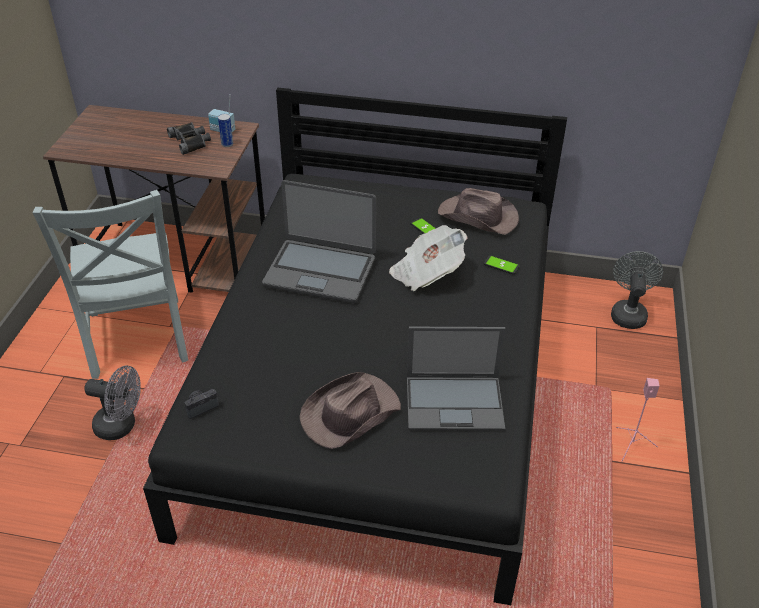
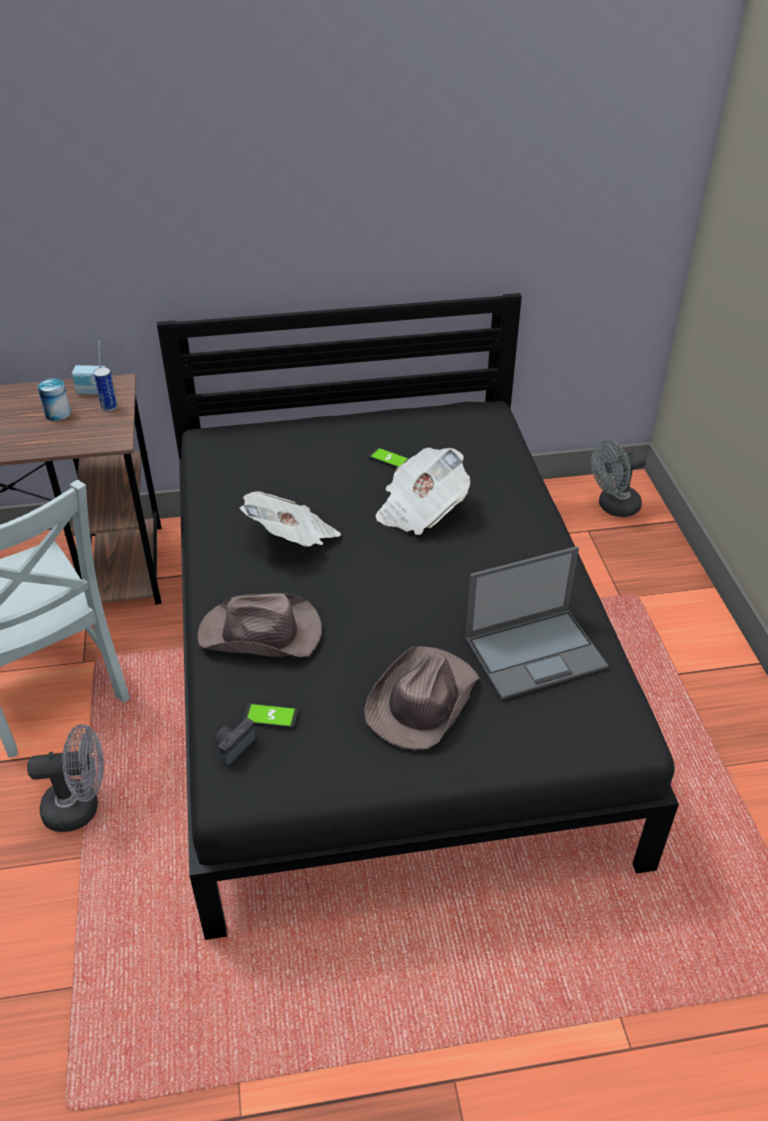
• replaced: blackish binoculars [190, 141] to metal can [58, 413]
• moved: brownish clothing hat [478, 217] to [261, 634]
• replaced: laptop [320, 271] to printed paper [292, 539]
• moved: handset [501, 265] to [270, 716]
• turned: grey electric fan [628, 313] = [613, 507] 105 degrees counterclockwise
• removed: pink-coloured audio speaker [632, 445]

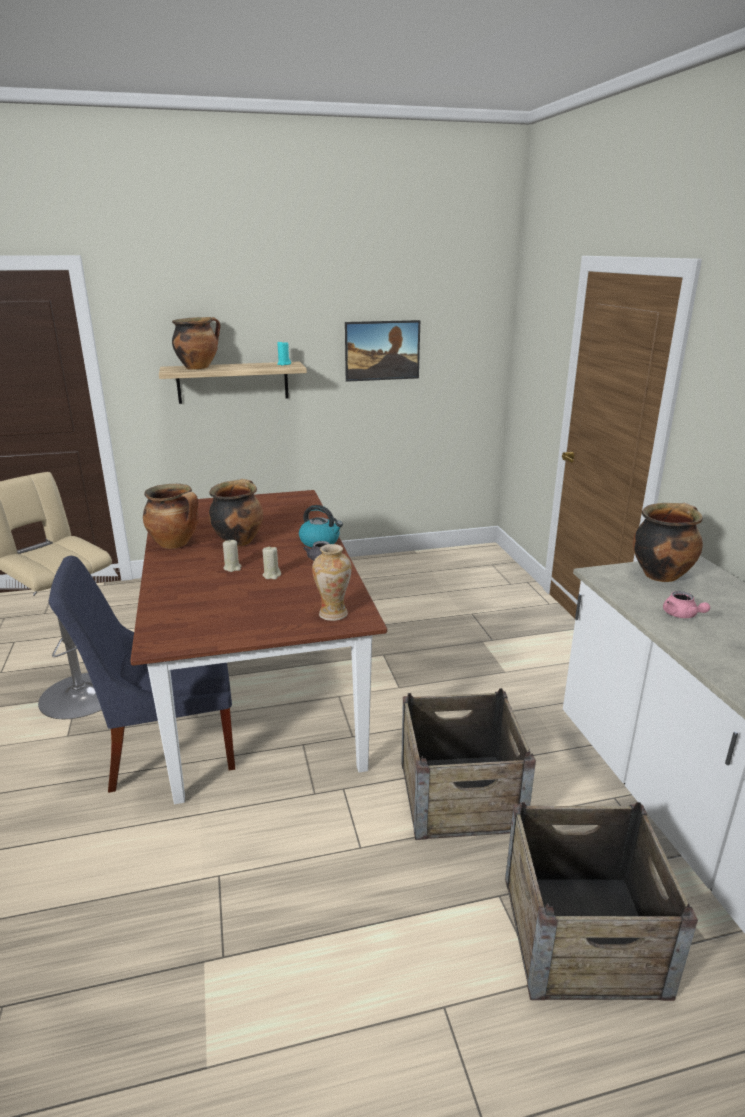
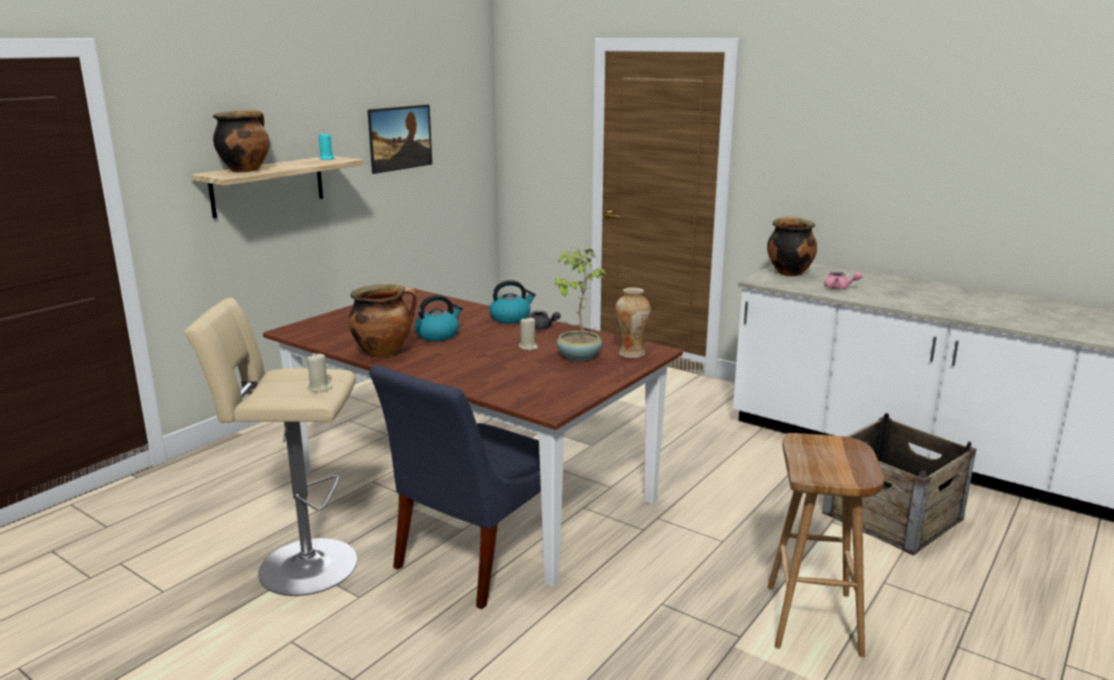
• moved: beige-coloured candle [232, 568] to [319, 388]
• replaced: cooking pot [238, 540] to water kettle [438, 335]
• added: potted plant [577, 357]
• added: brownish stool seat [814, 621]
• removed: crate [460, 794]

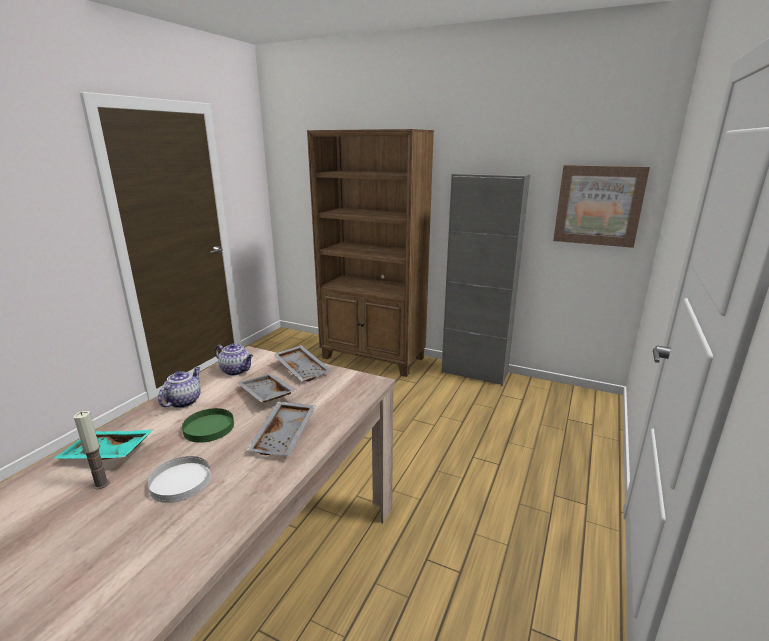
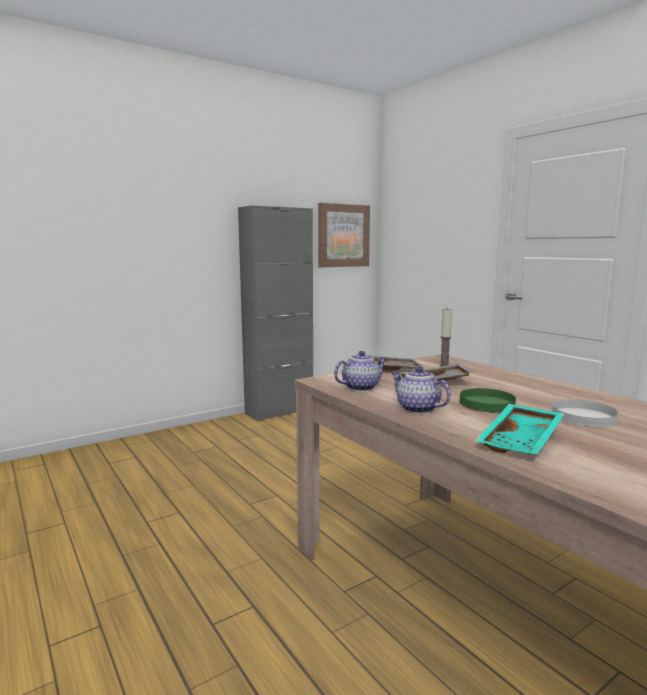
• moved: candle [101, 484] to [444, 367]
• removed: grey serving tray [285, 436]
• removed: brownish bookshelf [373, 358]

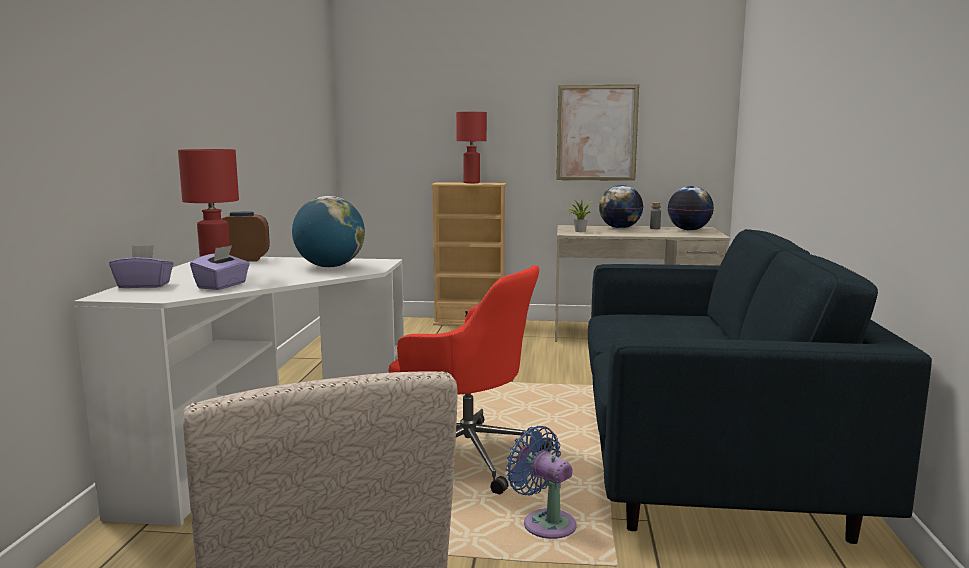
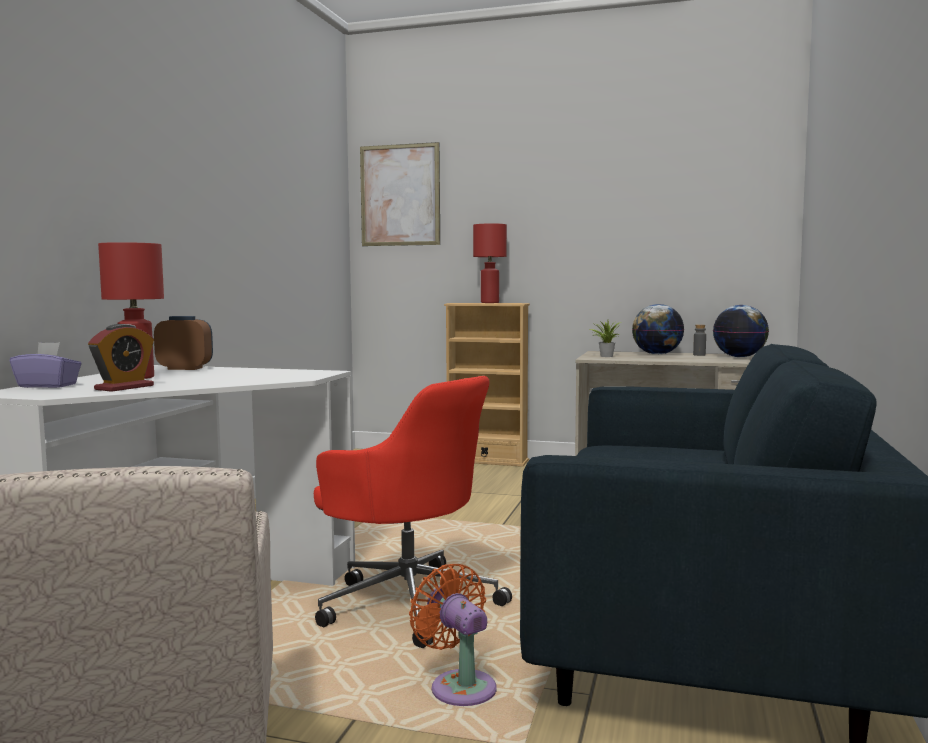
• replaced: purple-coloured box of tissues [222, 285] to table clock [124, 387]
• moved: wall art [597, 133] to [400, 195]
• recoloured: bluish electric fan [545, 523] to orangey electric fan [459, 686]
• removed: desk globe [330, 267]

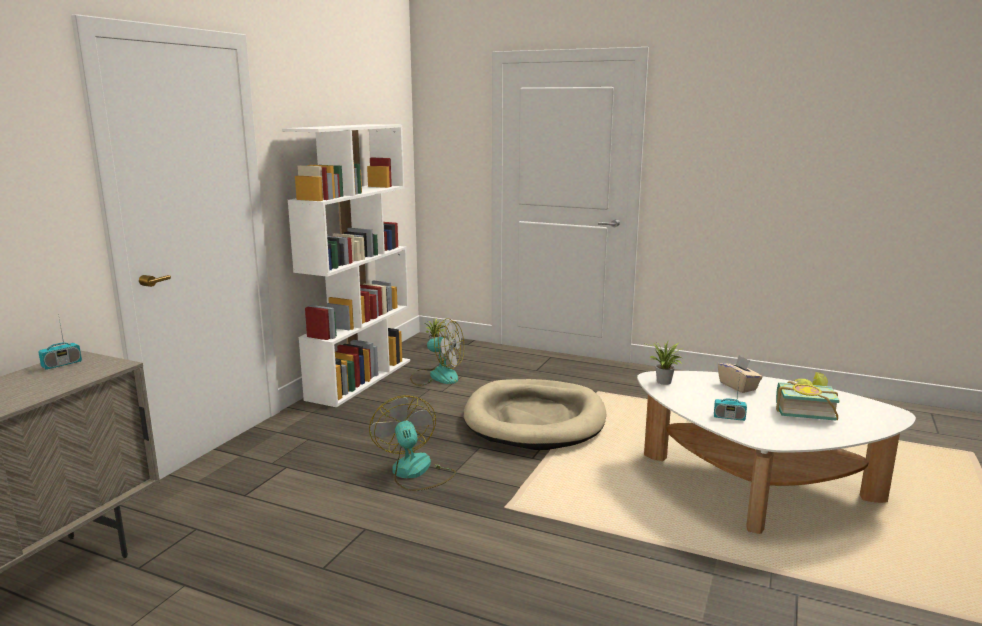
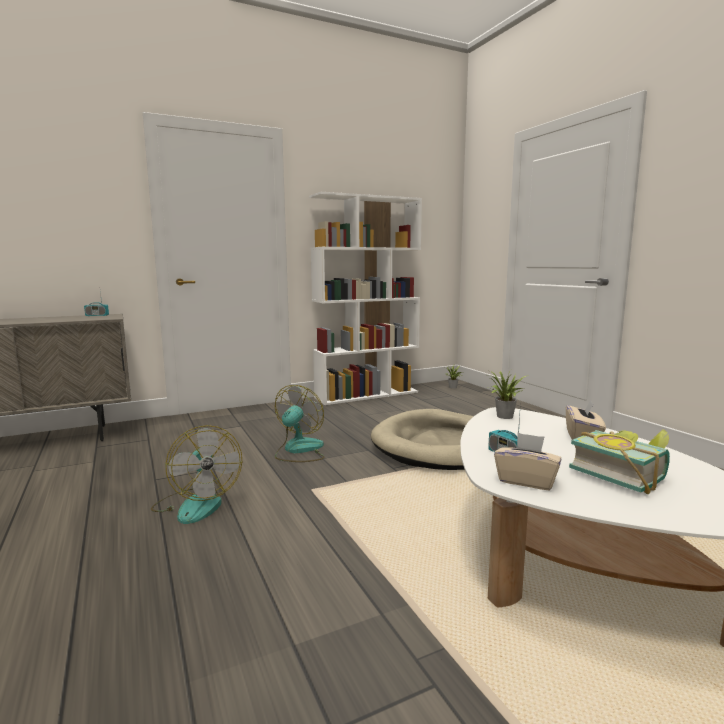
• moved: electric fan [437, 376] to [196, 504]
• added: beige-coloured box of tissues [526, 481]

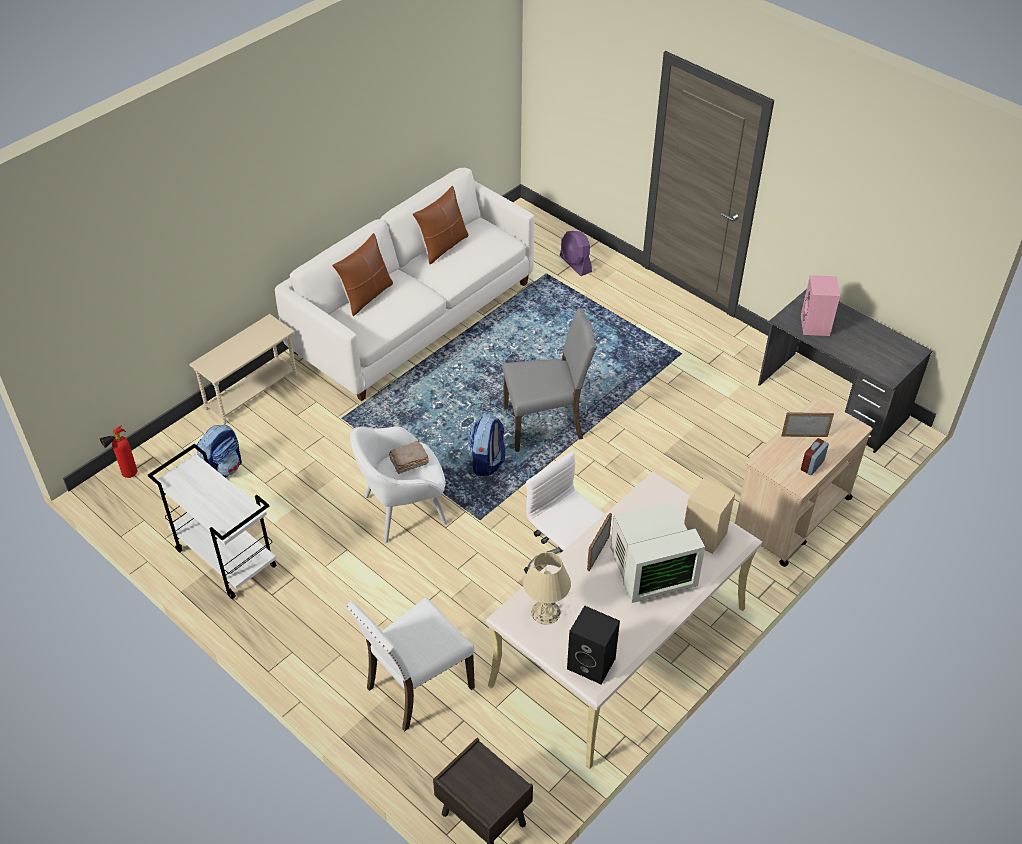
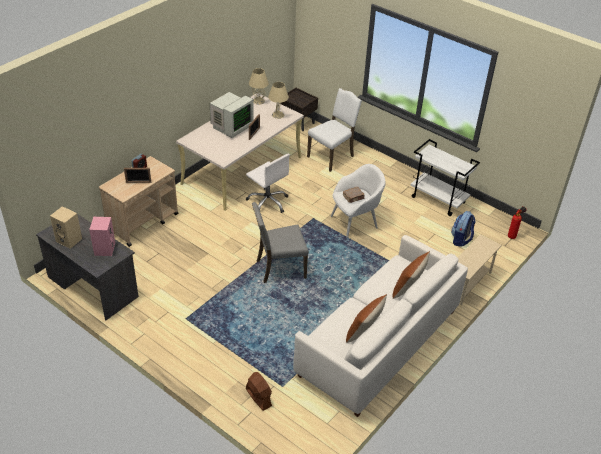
• moved: beige-coloured audio speaker [703, 536] to [69, 240]
• turned: computer display [650, 572] = [231, 127] 150 degrees clockwise
• recoloured: purple-coloured electric fan [575, 264] to brownish electric fan [258, 397]
• replaced: blackish audio speaker [592, 663] to beige-coloured lamp for a table [258, 101]
• removed: rucksack [487, 462]

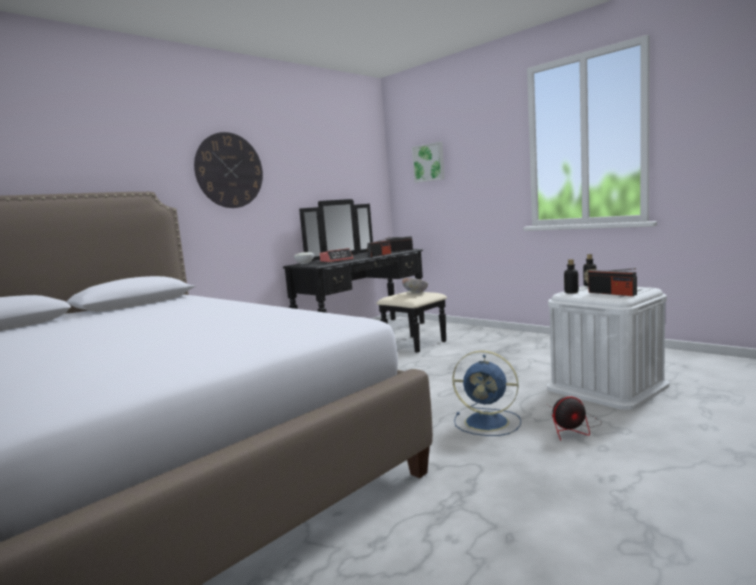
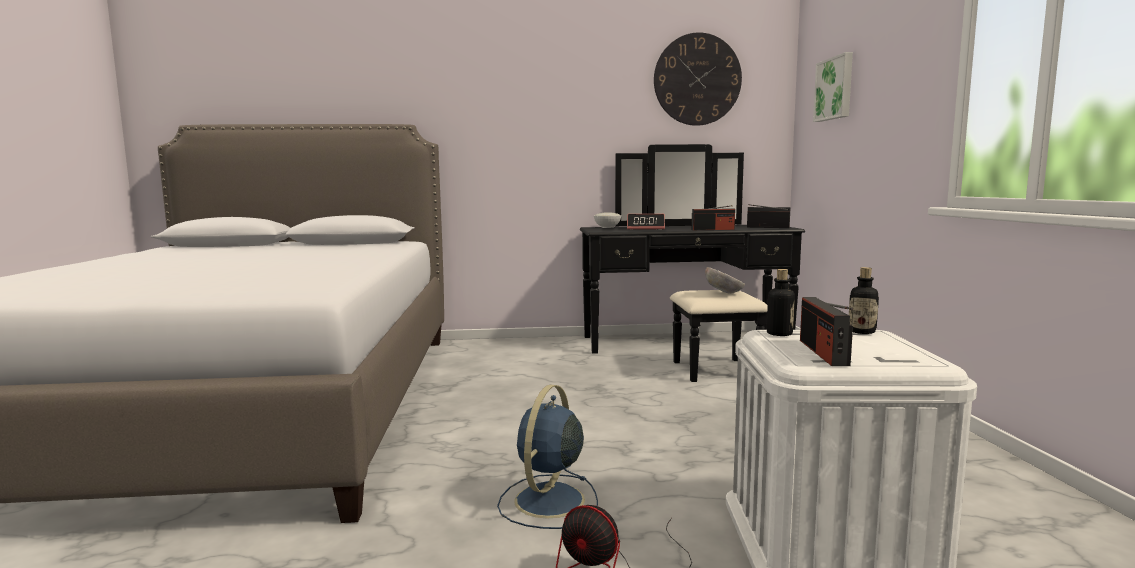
• turned: bluish electric fan [488, 422] = [548, 502] 45 degrees clockwise
• moved: wall clock [229, 170] to [697, 79]

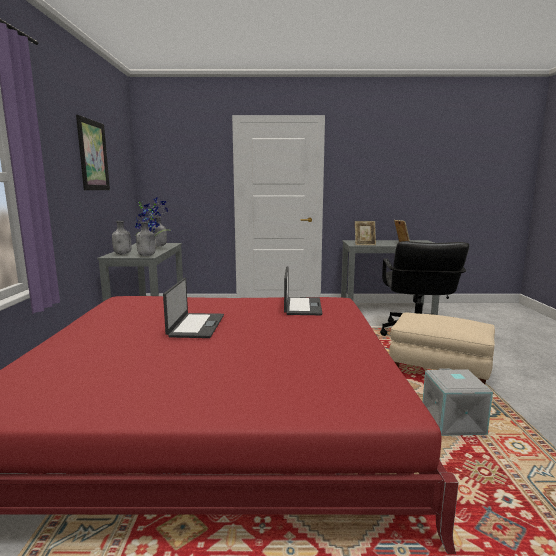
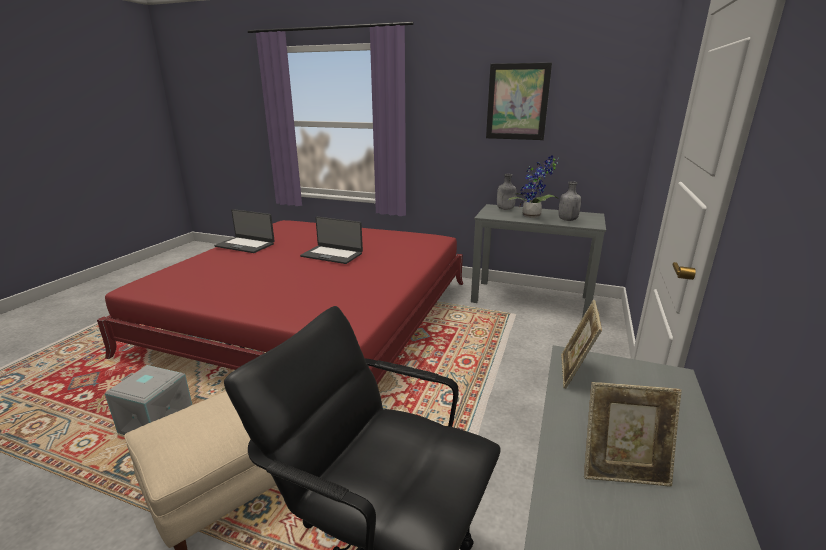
• moved: laptop [301, 306] to [245, 245]
• removed: grey bottle [147, 255]

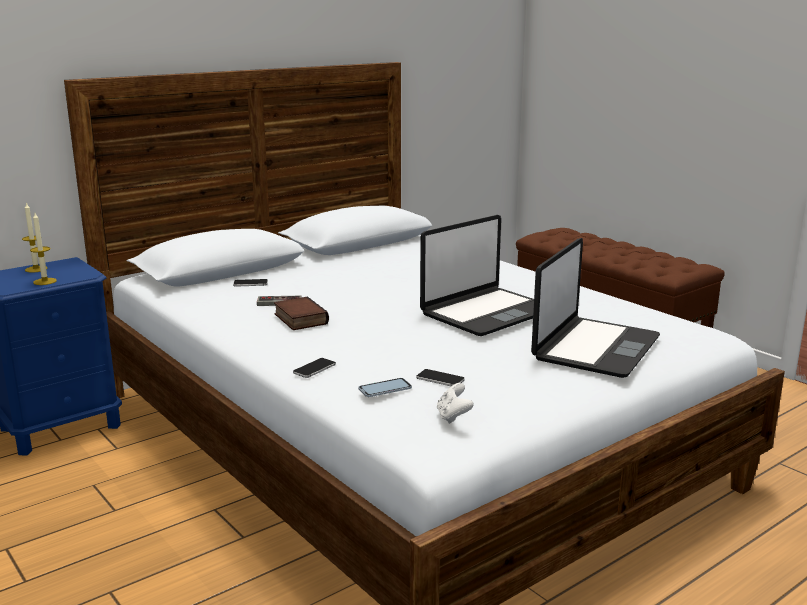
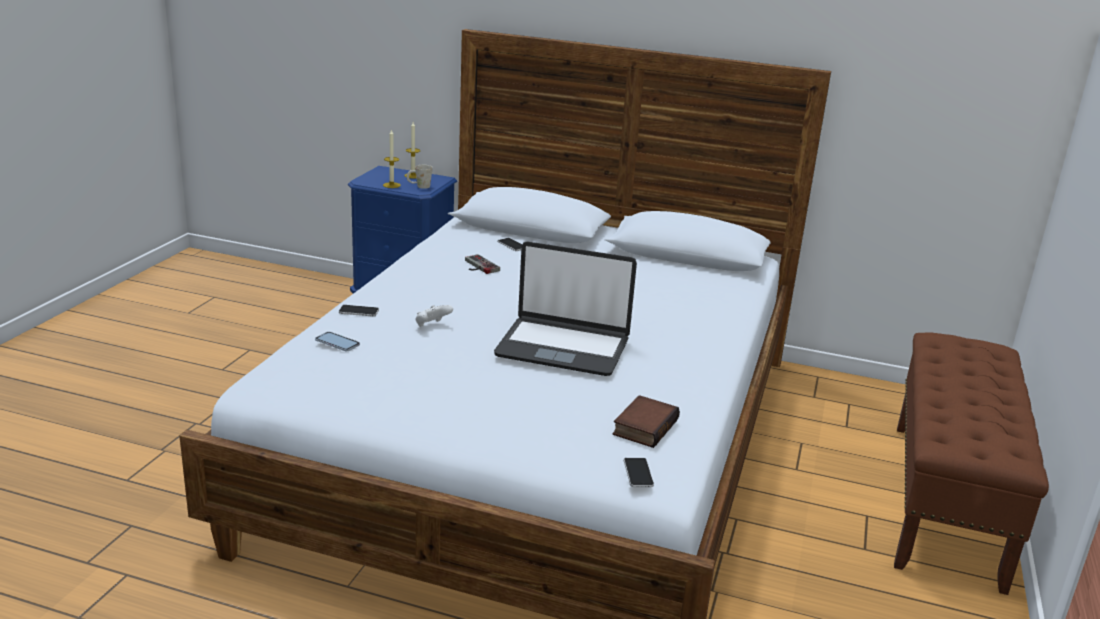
• added: white-coloured mug [419, 186]
• moved: white-coloured game controller [453, 417] to [432, 326]
• moved: volume [299, 319] to [644, 426]
• moved: handset [440, 379] to [638, 473]
• removed: laptop [594, 348]

